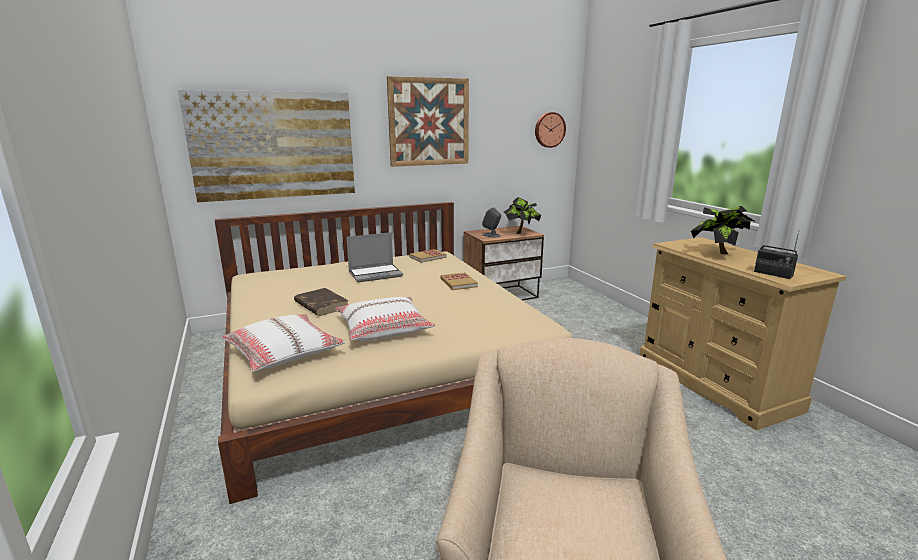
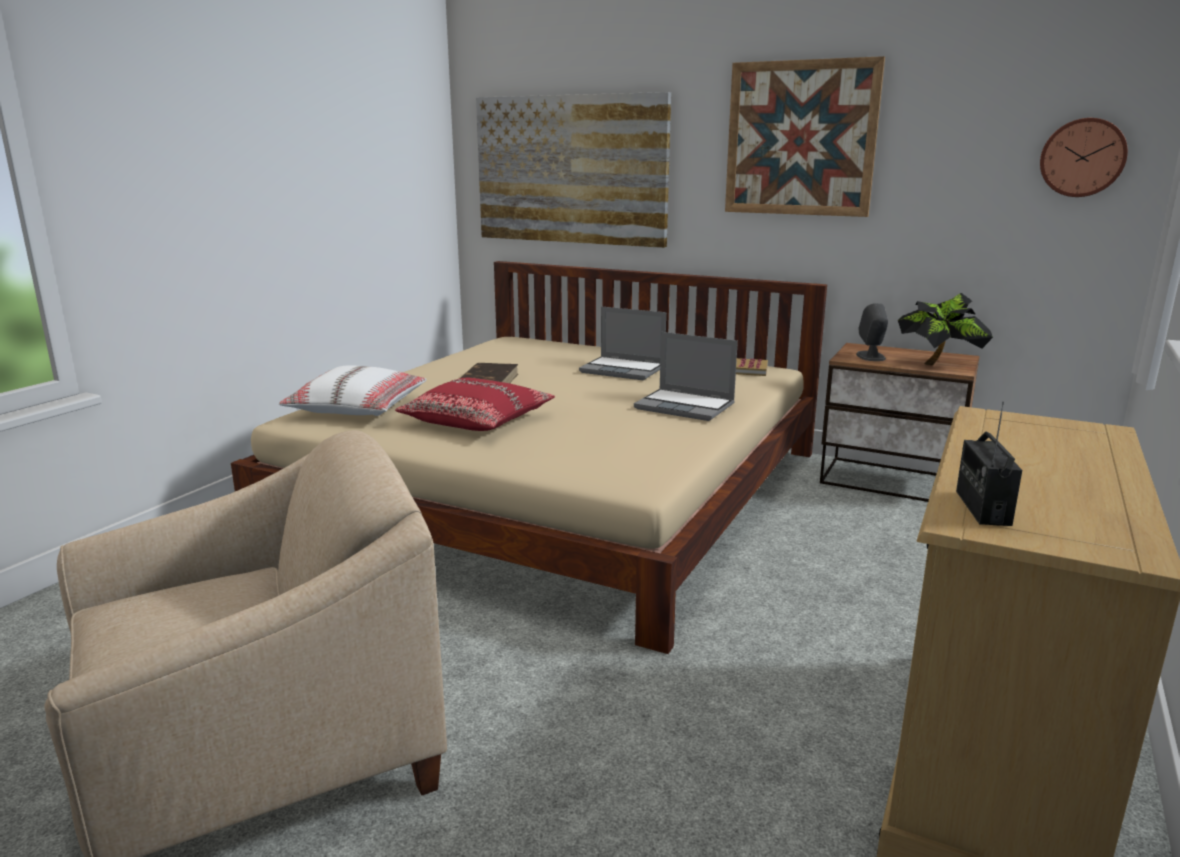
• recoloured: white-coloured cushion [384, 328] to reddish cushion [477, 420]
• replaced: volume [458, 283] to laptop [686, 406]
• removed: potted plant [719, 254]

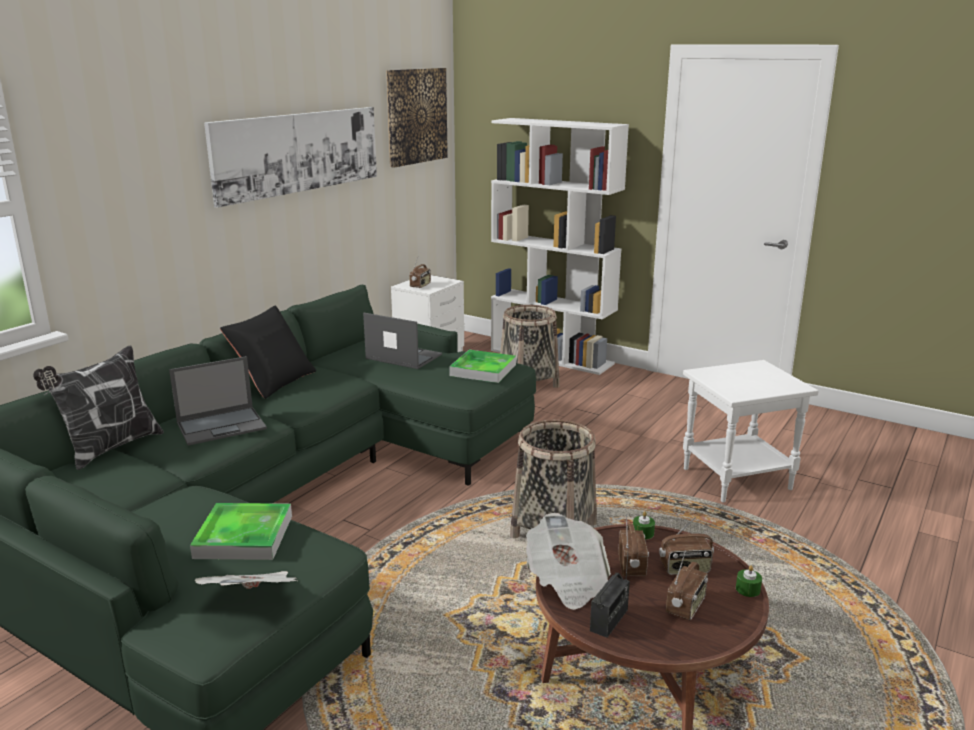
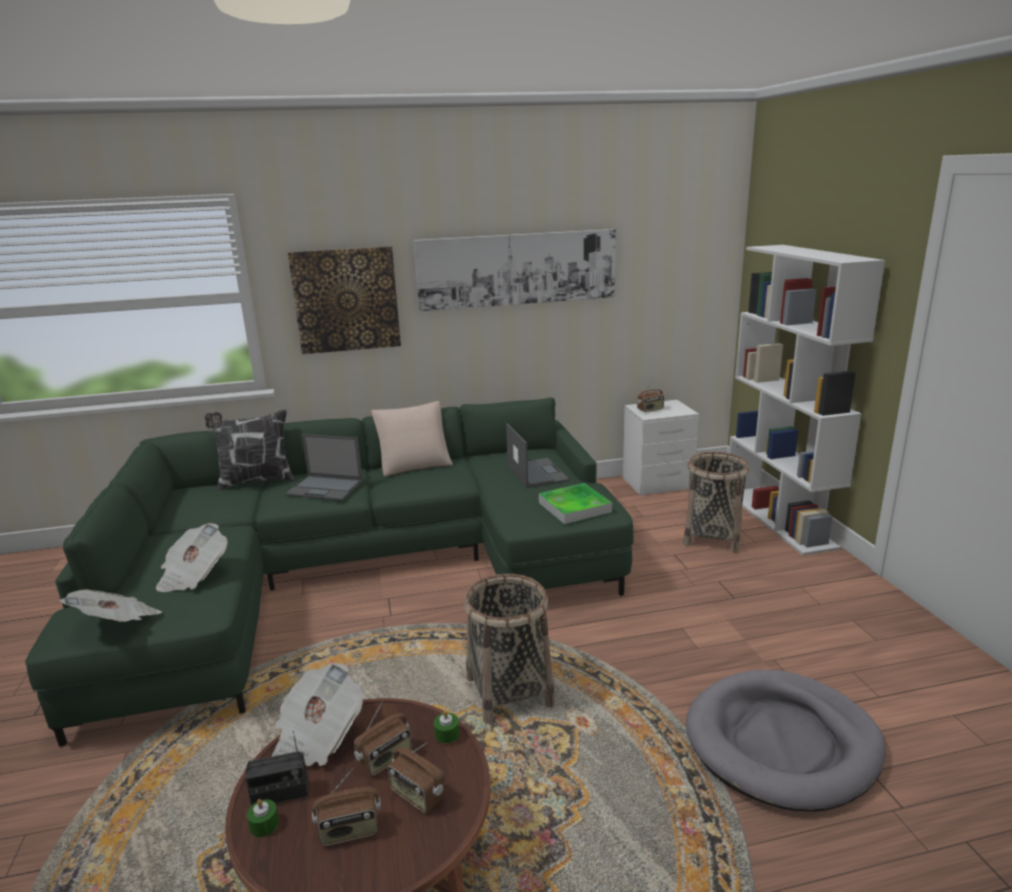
• replaced: serving tray [244, 536] to printed paper [193, 575]
• moved: green candle [747, 589] to [264, 824]
• moved: wall art [416, 116] to [346, 300]
• recoloured: blackish cushion [273, 380] to beige-coloured cushion [414, 464]
• replaced: white-coloured side table [736, 478] to grey dog bed [782, 743]

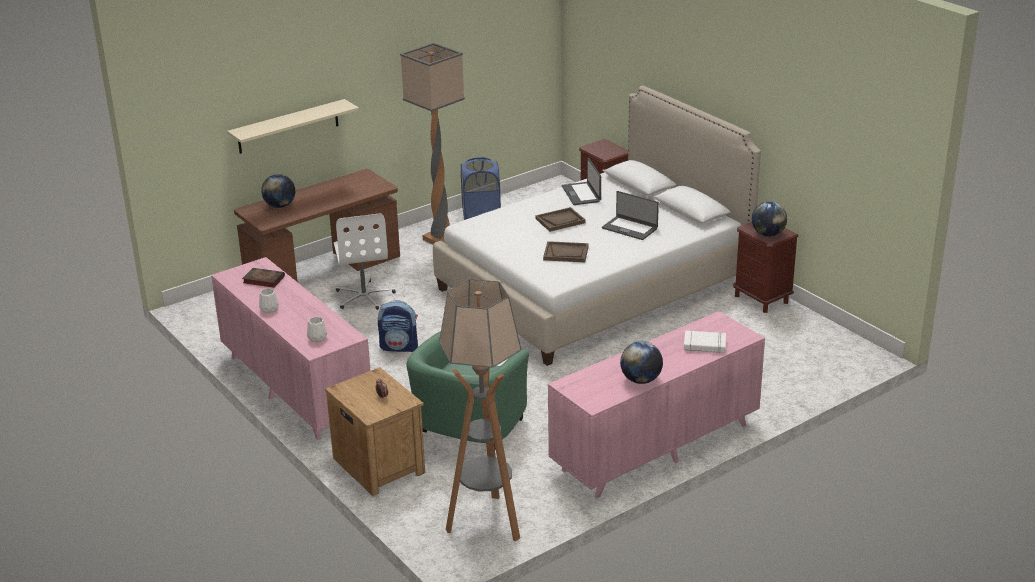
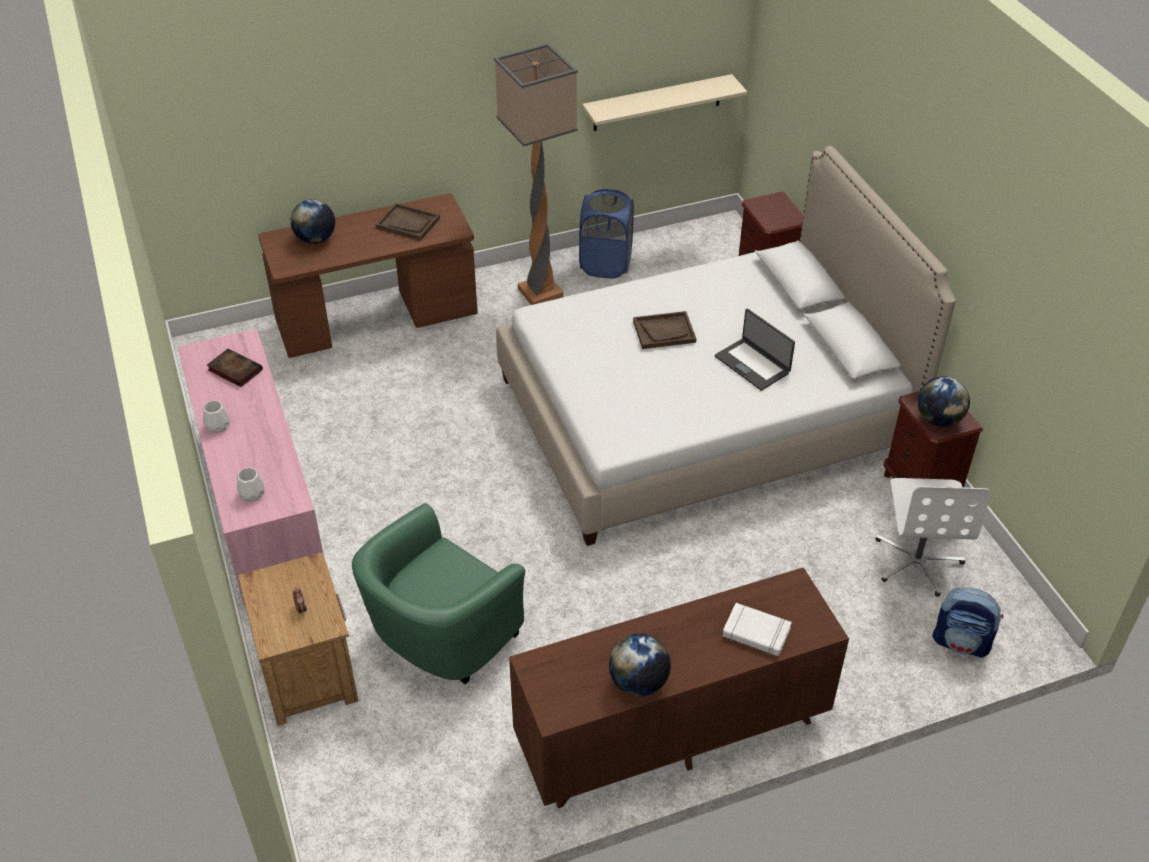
• moved: brownish serving tray [566, 253] to [408, 223]
• recoloured: pink-coloured dresser [655, 447] to brownish dresser [671, 733]
• moved: beige-coloured wall shelf [288, 126] to [657, 103]
• moved: white-coloured desk chair [364, 296] to [917, 561]
• moved: rucksack [400, 347] to [961, 642]
• removed: standing lamp [487, 522]
• removed: laptop [581, 194]

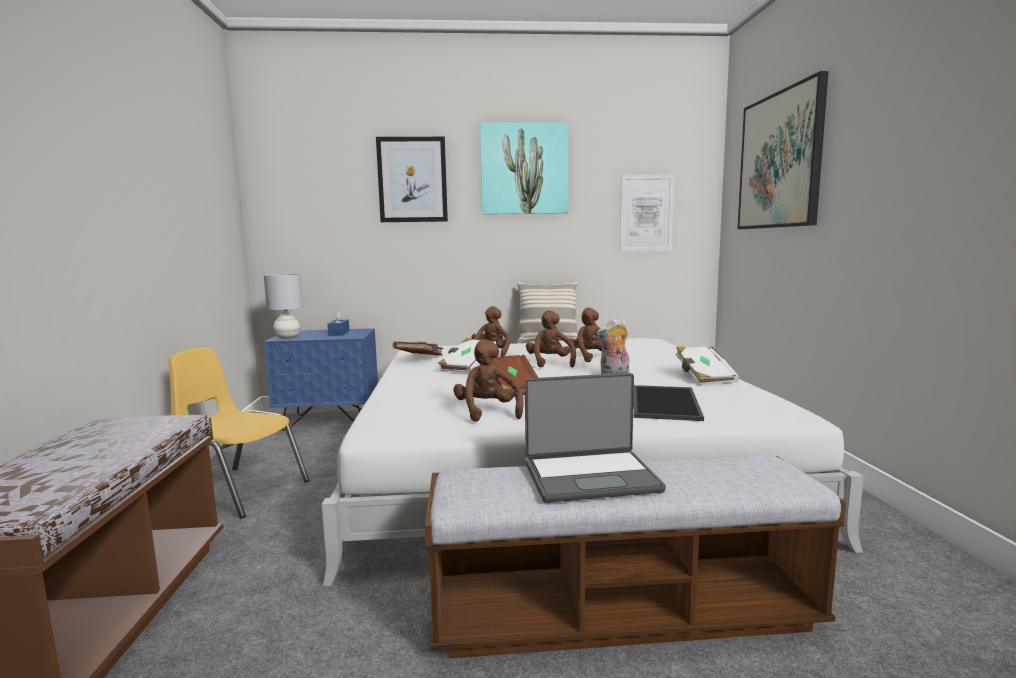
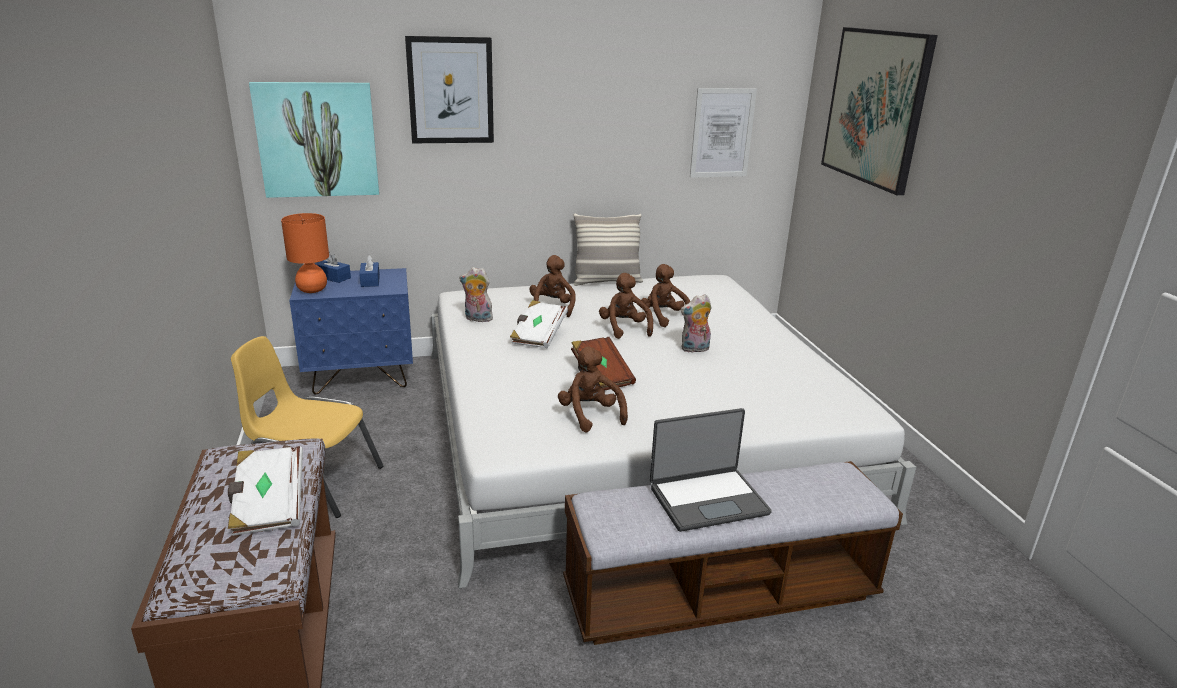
• moved: white-coloured volume [703, 377] to [268, 506]
• moved: wall art [524, 169] to [317, 140]
• recoloured: grey lamp for a table [287, 337] to orangey lamp for a table [312, 290]
• added: bluish box of tissues [333, 277]
• replaced: brownish volume [420, 359] to soft toy [477, 319]
• removed: serving tray [663, 402]

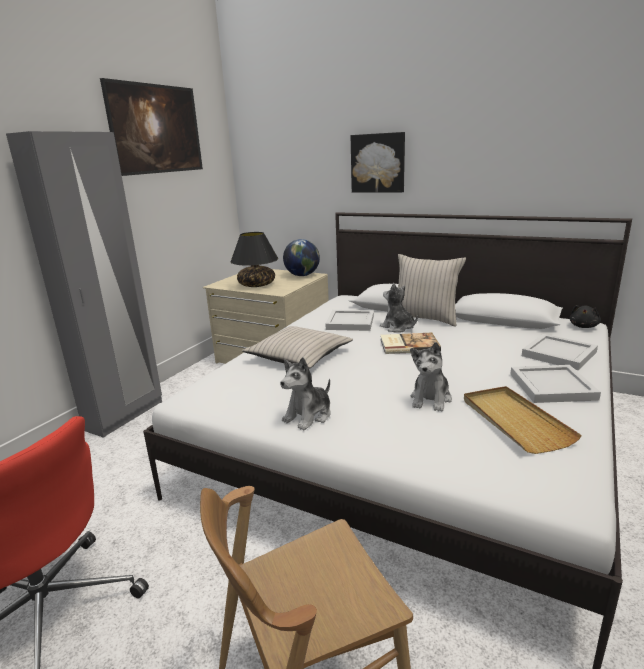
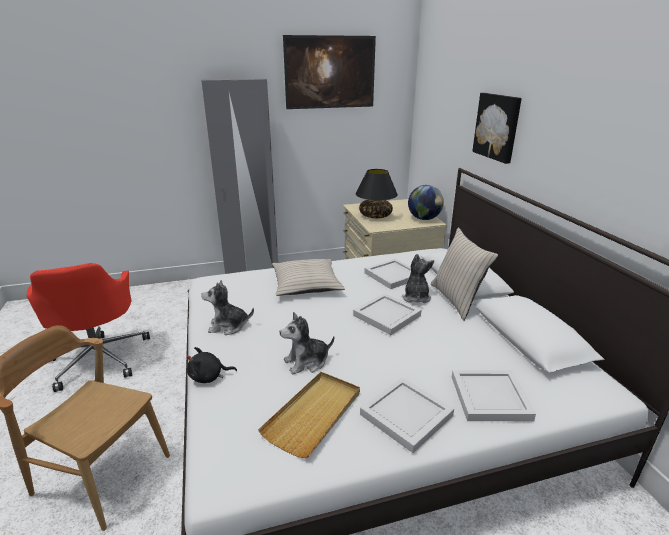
• moved: blackish soft toy [583, 326] to [209, 377]
• replaced: volume [408, 345] to white-coloured serving tray [386, 315]

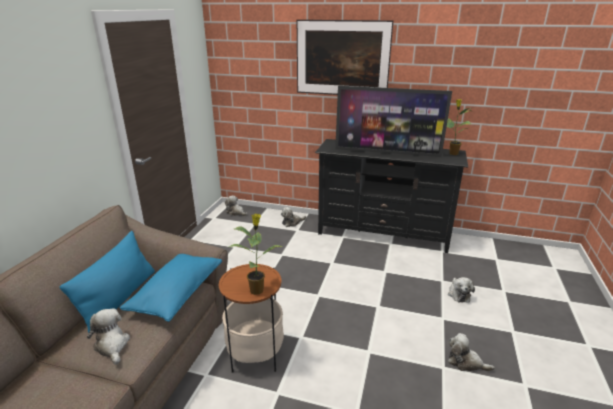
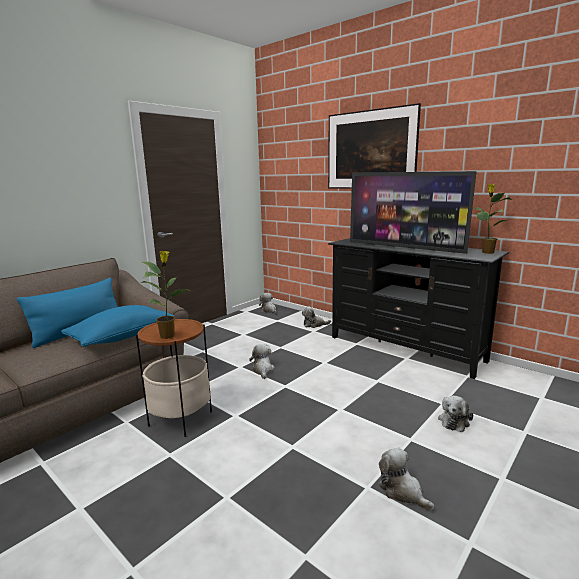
• moved: soft toy [112, 345] to [262, 370]

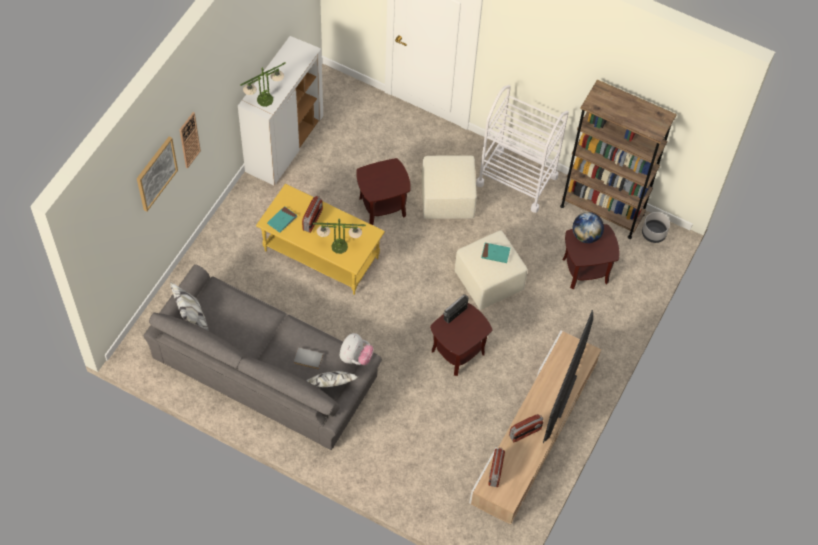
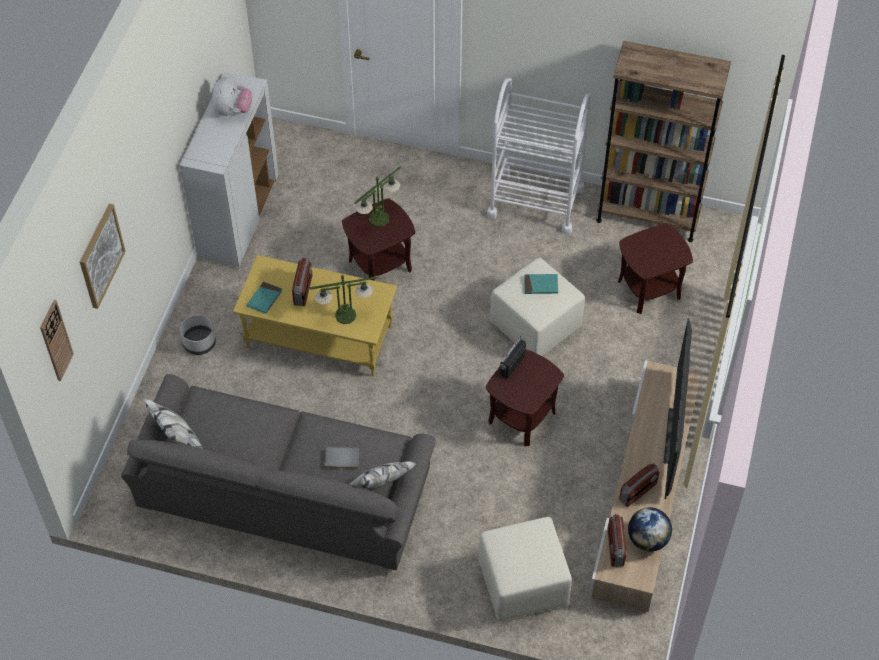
• moved: wall clock [189, 140] to [56, 340]
• moved: grey plant pot [653, 233] to [199, 343]
• moved: soft toy [355, 357] to [232, 111]
• moved: lamp for a table [264, 100] to [378, 219]
• moved: beige-coloured pouffe [446, 199] to [522, 584]
• moved: desk globe [586, 235] to [647, 539]

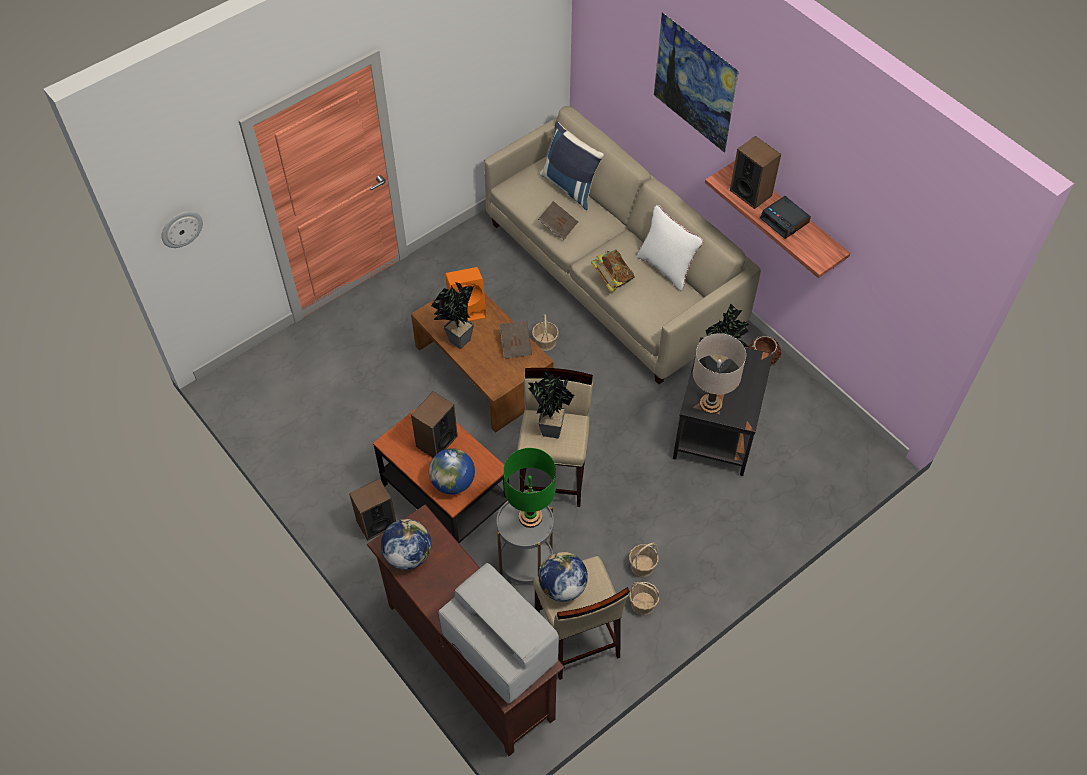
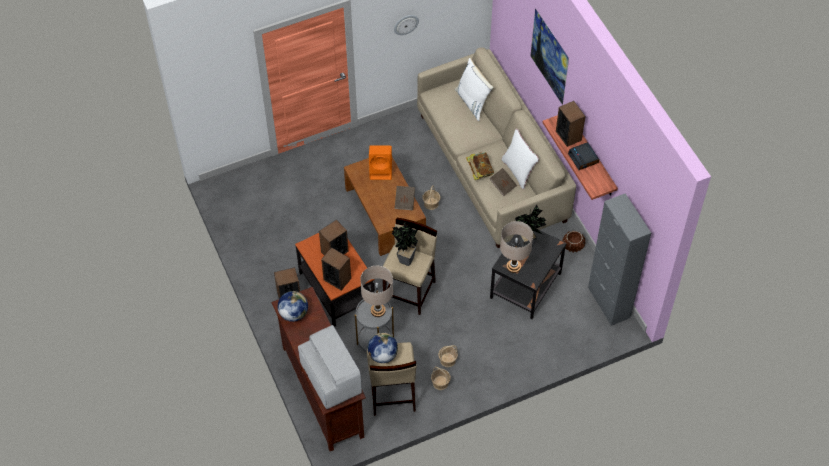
• replaced: desk globe [453, 482] to audio speaker [337, 279]
• recoloured: green lamp for a table [530, 517] to beige-coloured lamp for a table [378, 310]
• moved: wall clock [181, 228] to [406, 24]
• recoloured: bluish cushion [570, 186] to white-coloured cushion [473, 102]
• moved: brownish volume [558, 226] to [502, 185]
• added: grey storage cabinet [608, 302]
• removed: potted plant [456, 341]

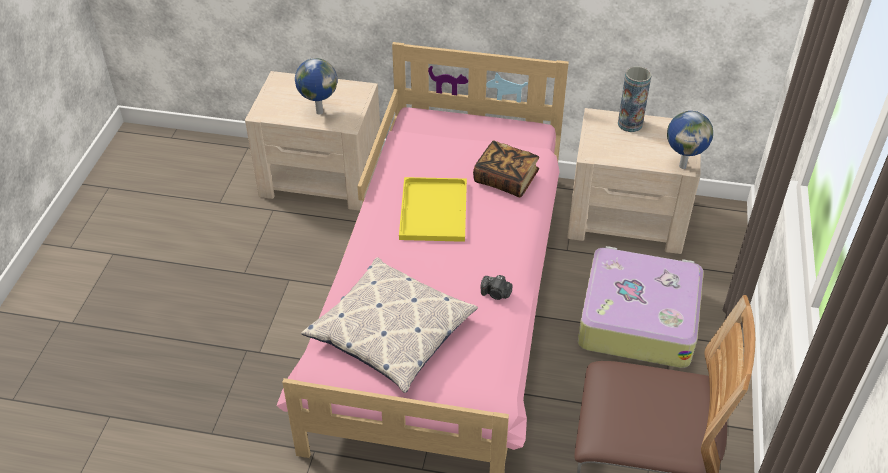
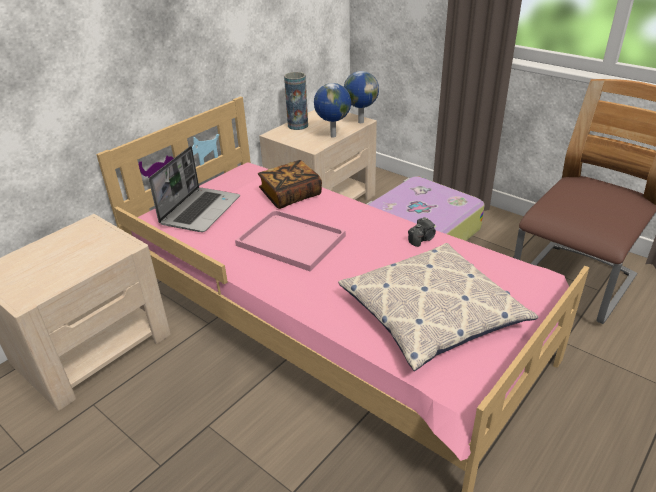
• added: laptop [200, 210]
• recoloured: yellowish serving tray [432, 209] to pink-coloured serving tray [288, 241]
• moved: desk globe [319, 112] to [332, 136]

